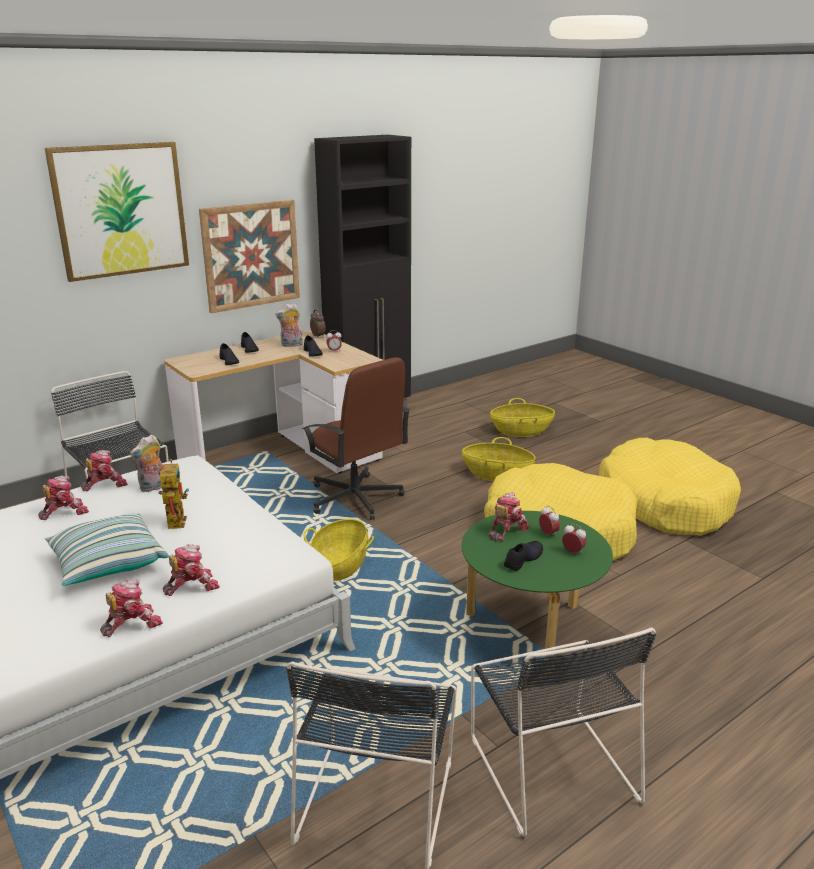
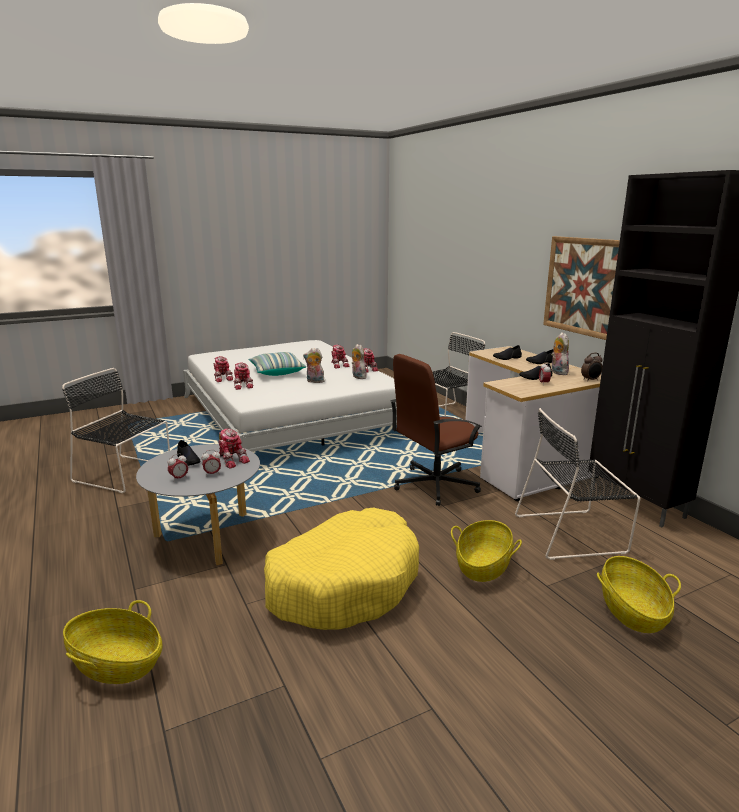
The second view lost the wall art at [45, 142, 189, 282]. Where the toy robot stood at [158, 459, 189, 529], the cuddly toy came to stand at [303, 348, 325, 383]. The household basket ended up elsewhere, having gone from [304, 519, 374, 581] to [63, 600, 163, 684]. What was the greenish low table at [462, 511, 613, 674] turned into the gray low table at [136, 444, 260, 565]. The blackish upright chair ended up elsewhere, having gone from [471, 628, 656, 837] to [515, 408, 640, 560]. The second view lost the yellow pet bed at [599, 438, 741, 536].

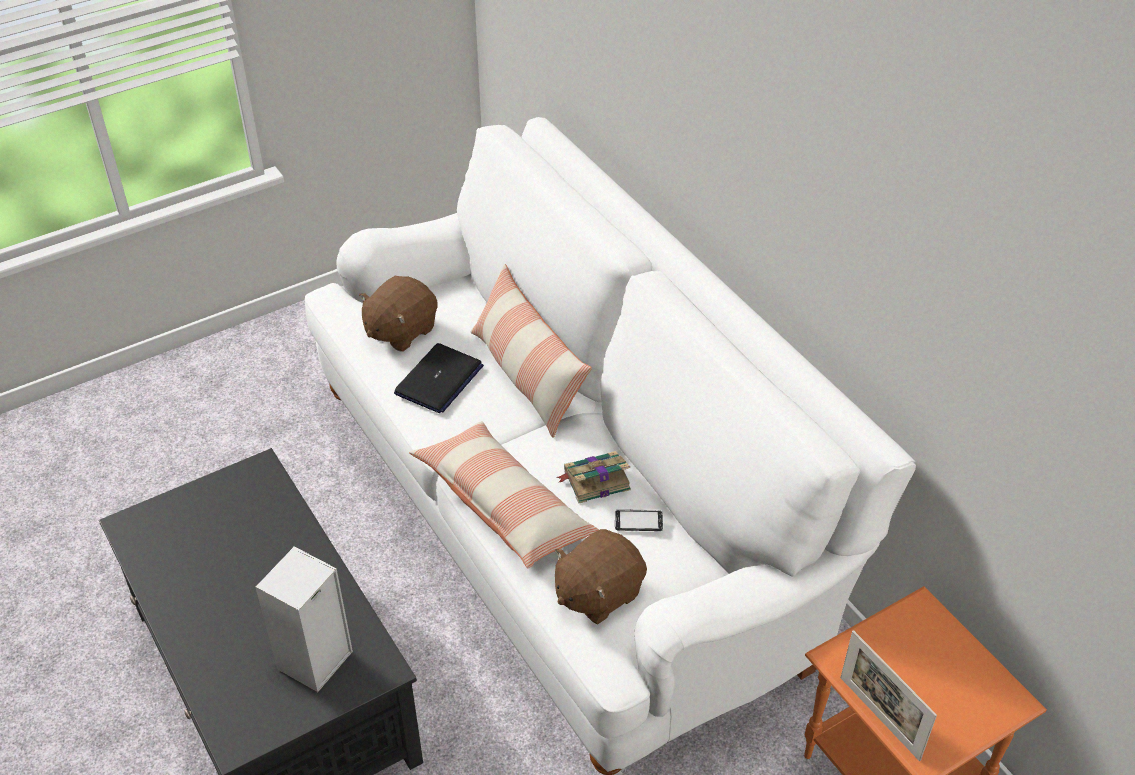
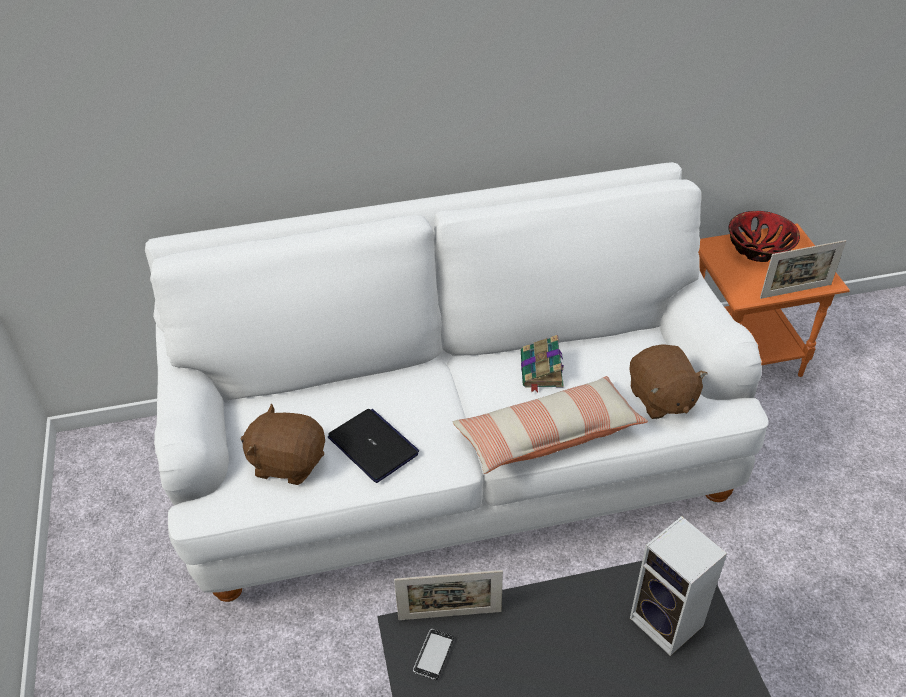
The brown cuddly toy at [359, 276, 438, 352] ended up facing another way, 135 degrees clockwise from before. The second view lost the pillow at [470, 264, 592, 438]. The telephone ended up elsewhere, having gone from [615, 509, 663, 531] to [413, 629, 454, 680]. The second view gained the photo frame at [394, 570, 503, 620]. The second view gained the serving bowl at [728, 211, 800, 262].

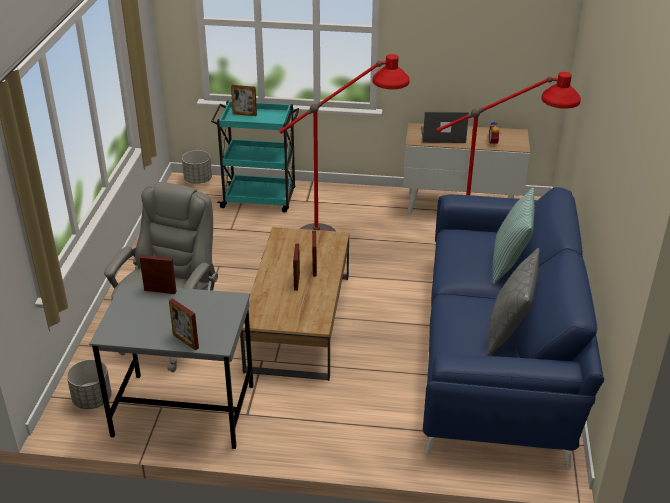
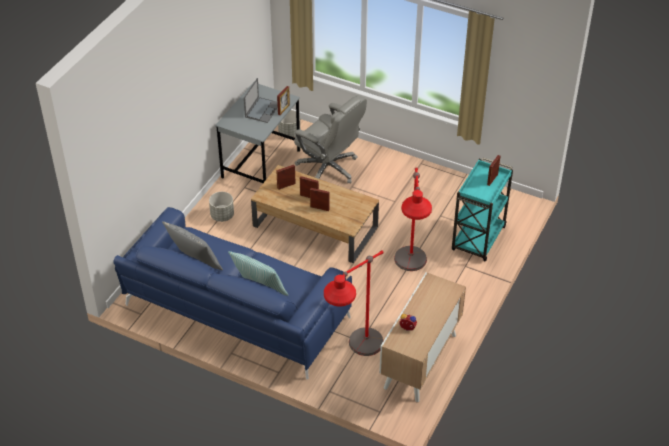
The photo frame ended up elsewhere, having gone from [169, 298, 199, 350] to [276, 165, 296, 190]. The gray plant pot ended up elsewhere, having gone from [182, 150, 212, 184] to [209, 192, 234, 222]. The portable computer ended up elsewhere, having gone from [421, 112, 469, 143] to [244, 78, 278, 123].

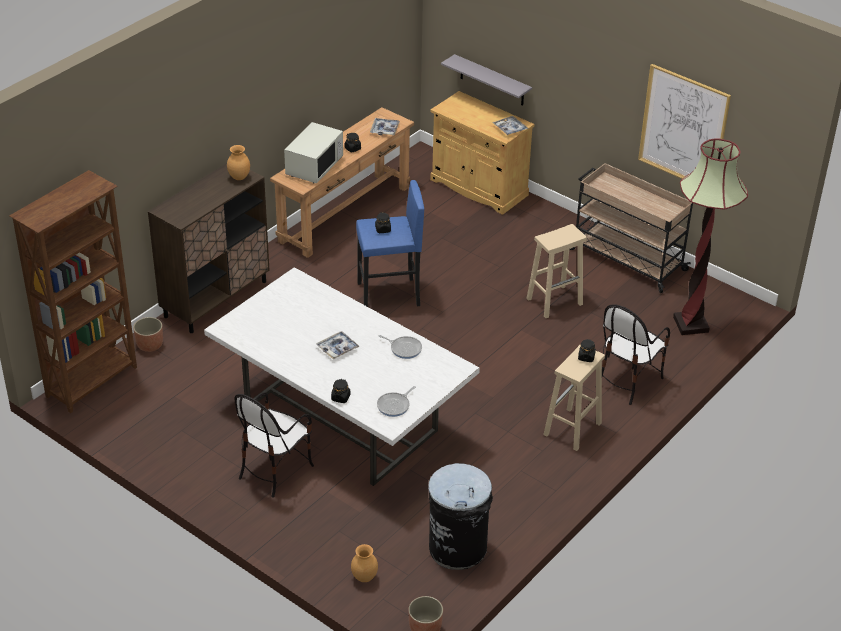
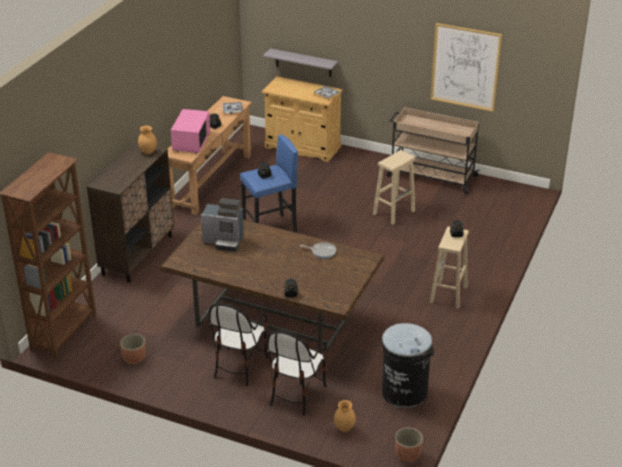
The plant pot ended up elsewhere, having gone from [133, 317, 163, 352] to [120, 334, 146, 364]. What was the whitish kitchen table at [204, 267, 480, 486] turned into the brown kitchen table at [161, 220, 384, 354]. What was the whitish kitchen microwave at [284, 122, 343, 184] turned into the pink-coloured kitchen microwave at [171, 109, 210, 154]. The second view lost the carrying tray at [316, 331, 360, 359]. The second view lost the frying pan at [377, 386, 416, 417]. The upright chair ended up elsewhere, having gone from [602, 304, 670, 405] to [267, 330, 327, 416]. The second view lost the floor lamp at [673, 138, 748, 335]. The second view gained the coffee machine at [201, 198, 244, 252].

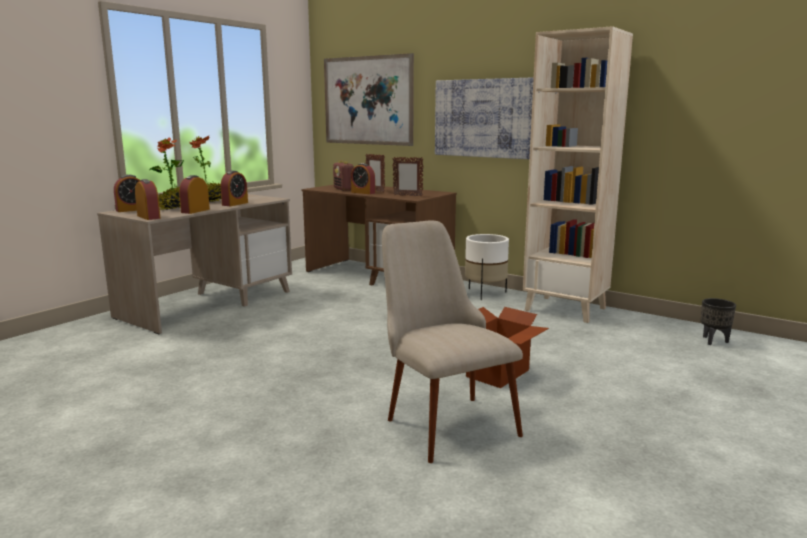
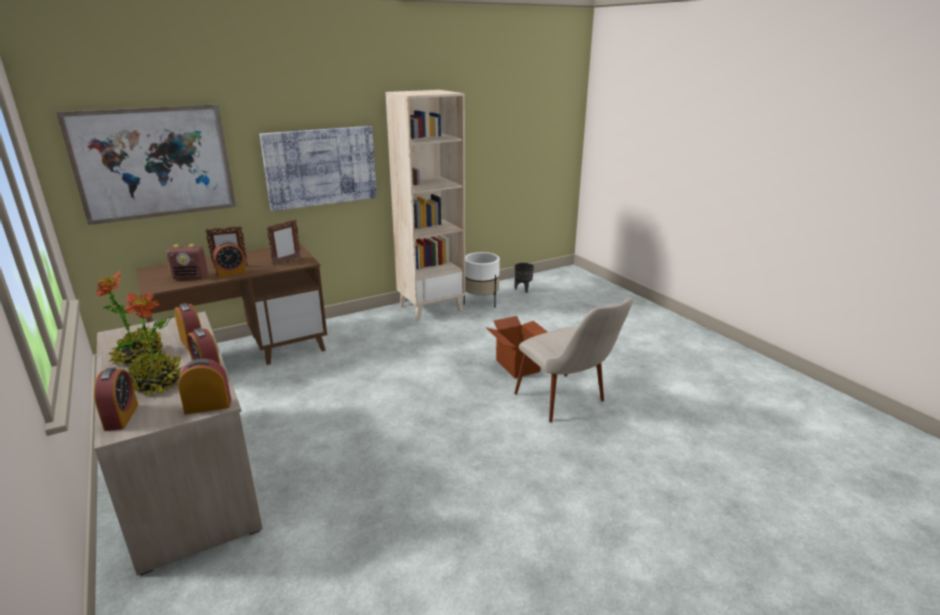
The beige-coloured upright chair at [382, 221, 523, 463] ended up facing another way, 120 degrees counterclockwise from before. The whitish plant pot ended up elsewhere, having gone from [465, 234, 509, 300] to [464, 252, 500, 307].

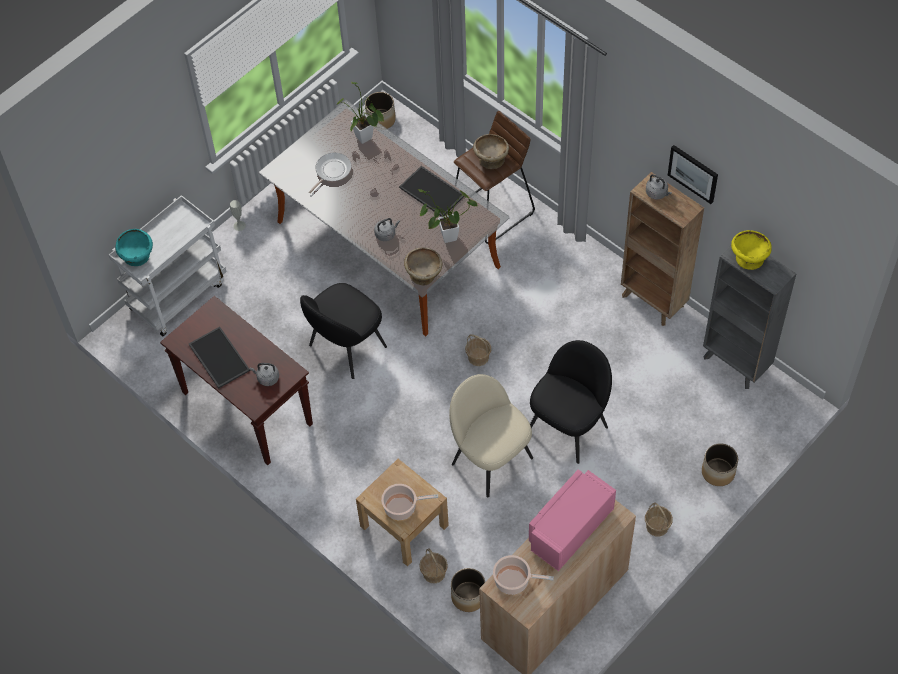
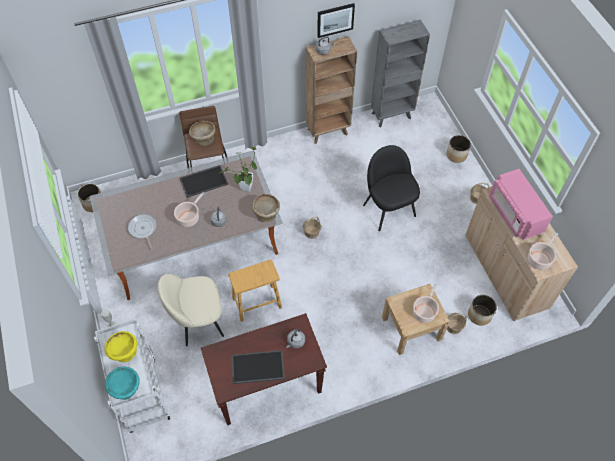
Where the blackish upright chair stood at [300, 283, 387, 379], the brown stool came to stand at [228, 260, 282, 322]. The second view lost the plant in a pot at [337, 82, 384, 144]. The beige-coloured upright chair ended up elsewhere, having gone from [449, 374, 533, 498] to [158, 274, 224, 346]. The yellow serving bowl ended up elsewhere, having gone from [731, 230, 772, 270] to [105, 331, 137, 363]. The second view gained the stockpot at [174, 192, 205, 227].

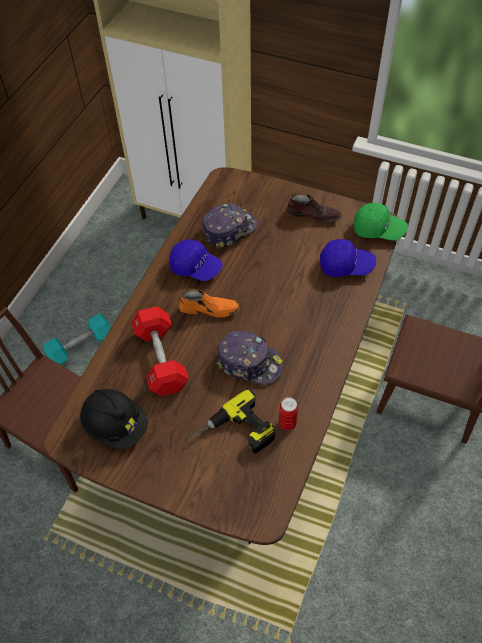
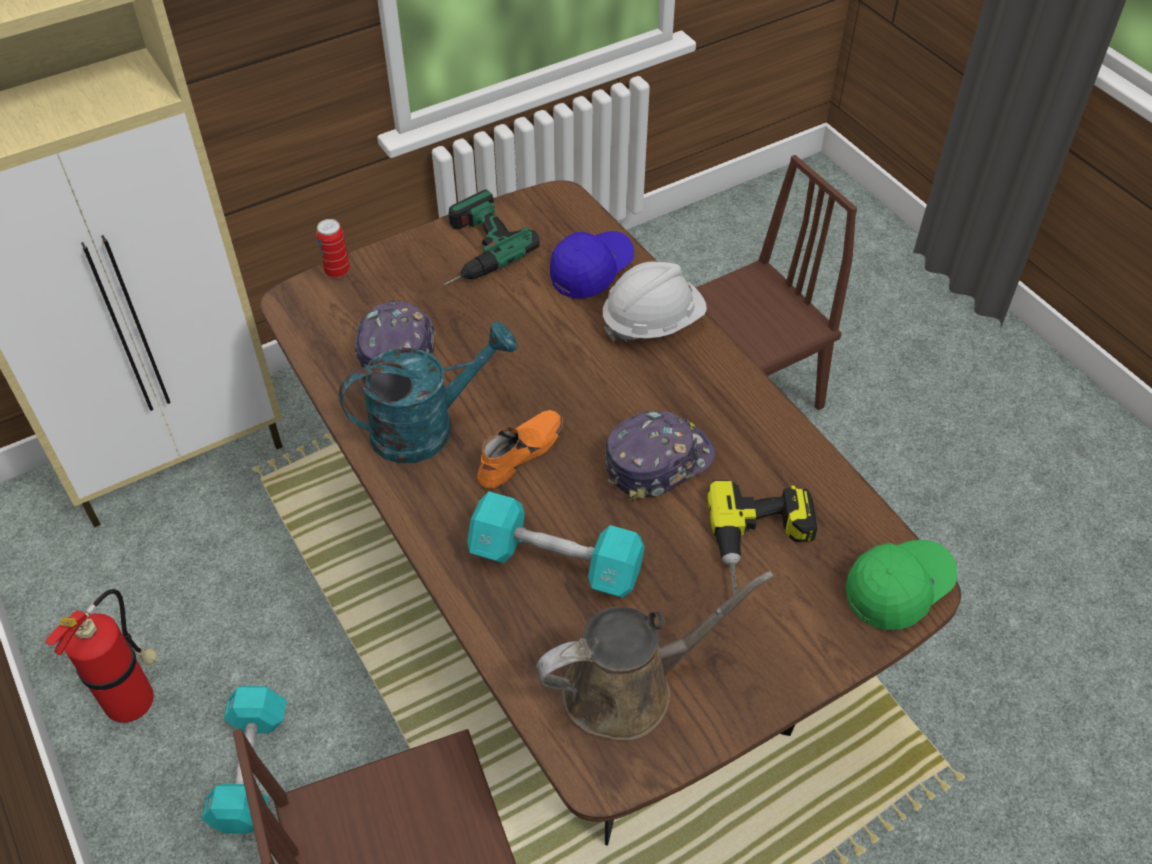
Where the blackish safety helmet stood at [80, 389, 148, 449], the brown watering pot came to stand at [536, 571, 774, 741]. What was the red free weight at [131, 306, 189, 396] turned into the turquoise-coloured free weight at [467, 491, 645, 598]. Where the blue-coloured baseball cap stood at [169, 239, 223, 281], the turquoise-coloured watering pot came to stand at [339, 321, 517, 463]. The sealed can ended up elsewhere, having gone from [279, 397, 298, 431] to [316, 219, 350, 278]. Where the brown low shoe stood at [287, 192, 342, 223], the drill came to stand at [443, 189, 540, 285]. The greenish baseball cap ended up elsewhere, having gone from [353, 203, 408, 241] to [846, 540, 957, 630]. The second view gained the extinguisher at [45, 589, 158, 723]. The second view gained the whitish safety helmet at [603, 261, 707, 342].

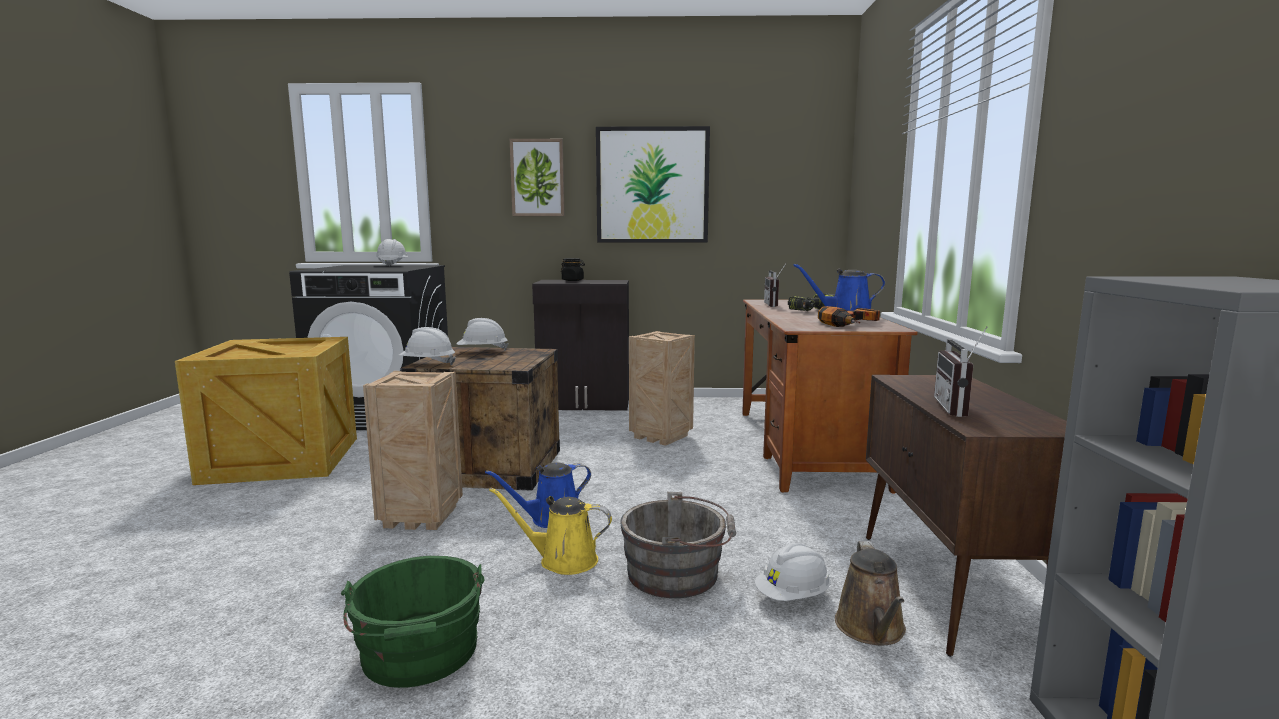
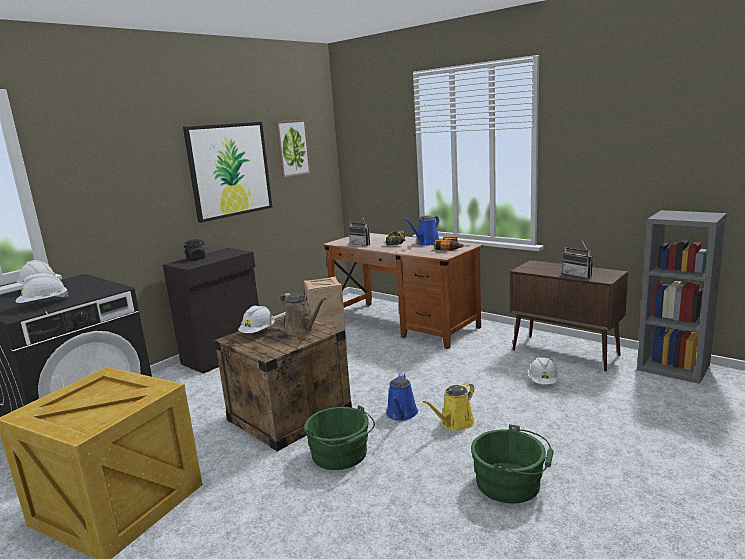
Where the shipping crate stood at [363, 371, 463, 530], the greenish pail came to stand at [304, 405, 375, 470]. The whitish safety helmet ended up elsewhere, having gone from [398, 327, 456, 365] to [16, 273, 69, 303]. The wall art ended up elsewhere, having gone from [510, 139, 565, 216] to [275, 119, 311, 178]. The second view lost the gray pail at [620, 492, 736, 598]. The brown watering pot ended up elsewhere, having gone from [835, 541, 906, 645] to [281, 293, 326, 335].

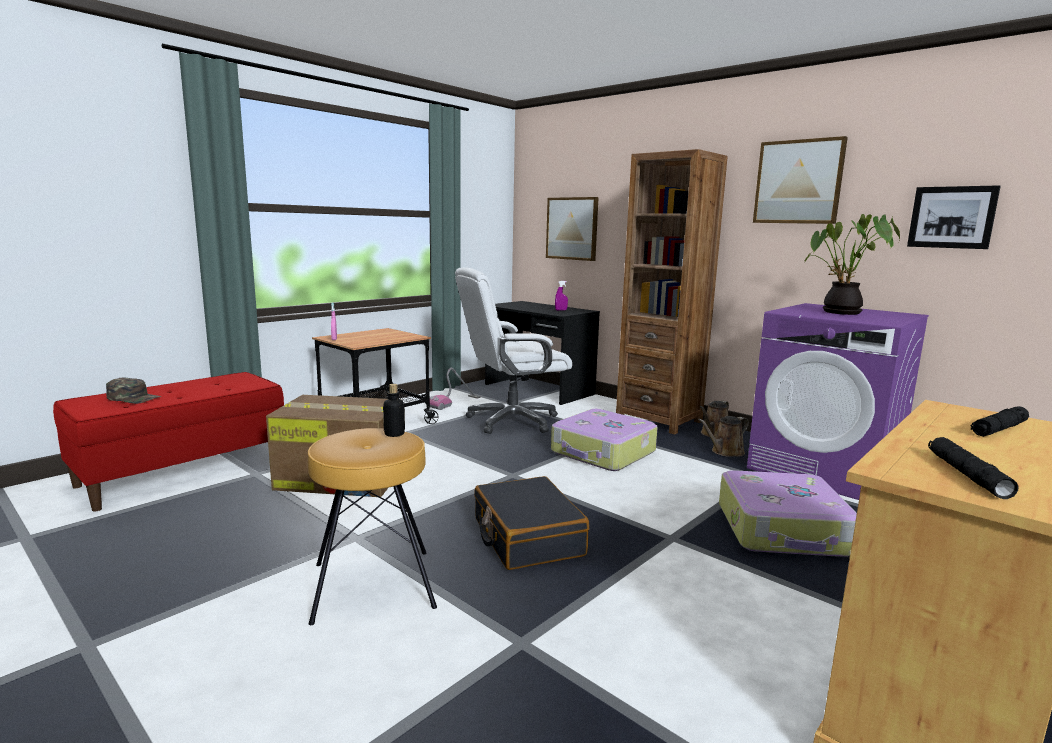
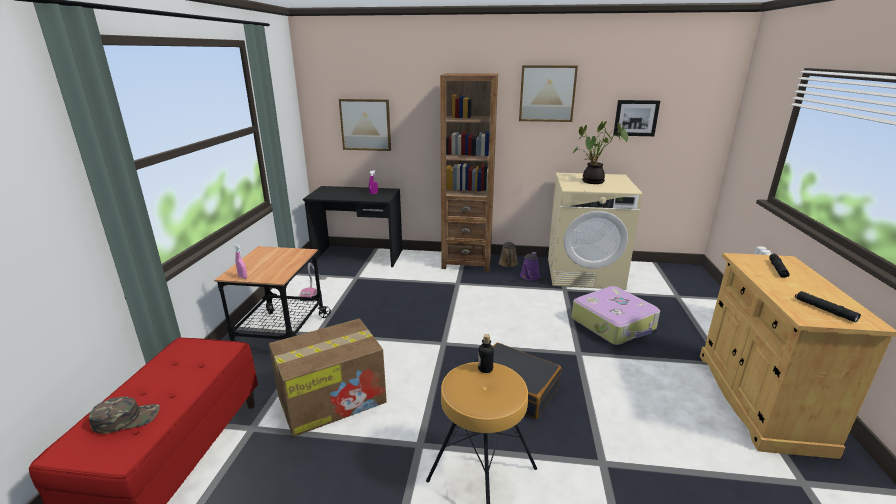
The second view lost the whitish office chair at [455, 268, 572, 434]. The second view lost the suitcase at [551, 409, 658, 471]. What was the brown watering pot at [698, 416, 749, 457] turned into the purple watering pot at [520, 252, 541, 280]. What was the purple washing machine at [747, 303, 929, 500] turned into the beige-coloured washing machine at [548, 173, 643, 290].

